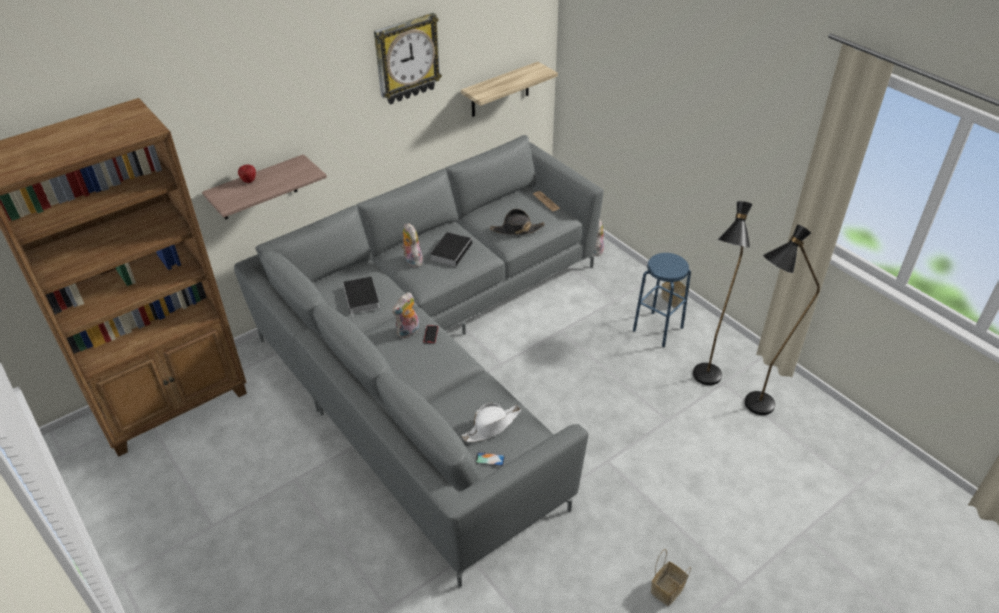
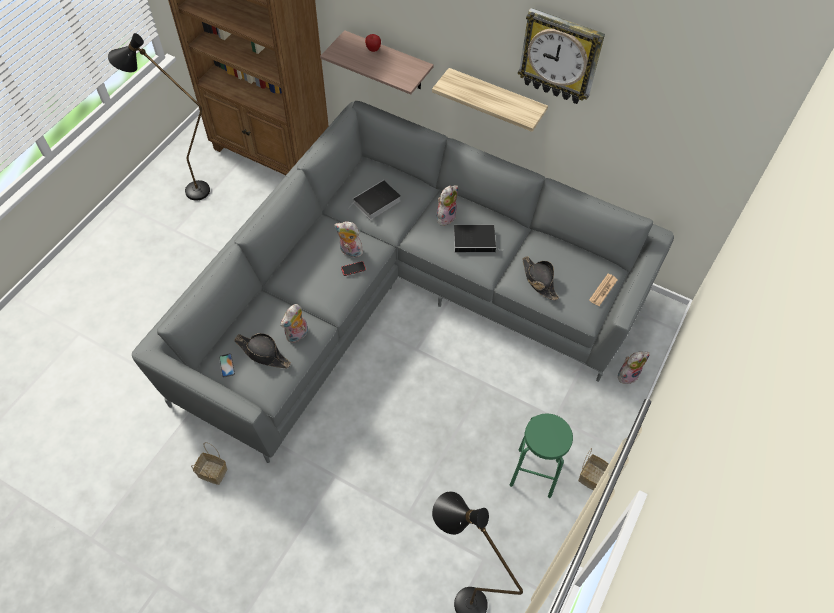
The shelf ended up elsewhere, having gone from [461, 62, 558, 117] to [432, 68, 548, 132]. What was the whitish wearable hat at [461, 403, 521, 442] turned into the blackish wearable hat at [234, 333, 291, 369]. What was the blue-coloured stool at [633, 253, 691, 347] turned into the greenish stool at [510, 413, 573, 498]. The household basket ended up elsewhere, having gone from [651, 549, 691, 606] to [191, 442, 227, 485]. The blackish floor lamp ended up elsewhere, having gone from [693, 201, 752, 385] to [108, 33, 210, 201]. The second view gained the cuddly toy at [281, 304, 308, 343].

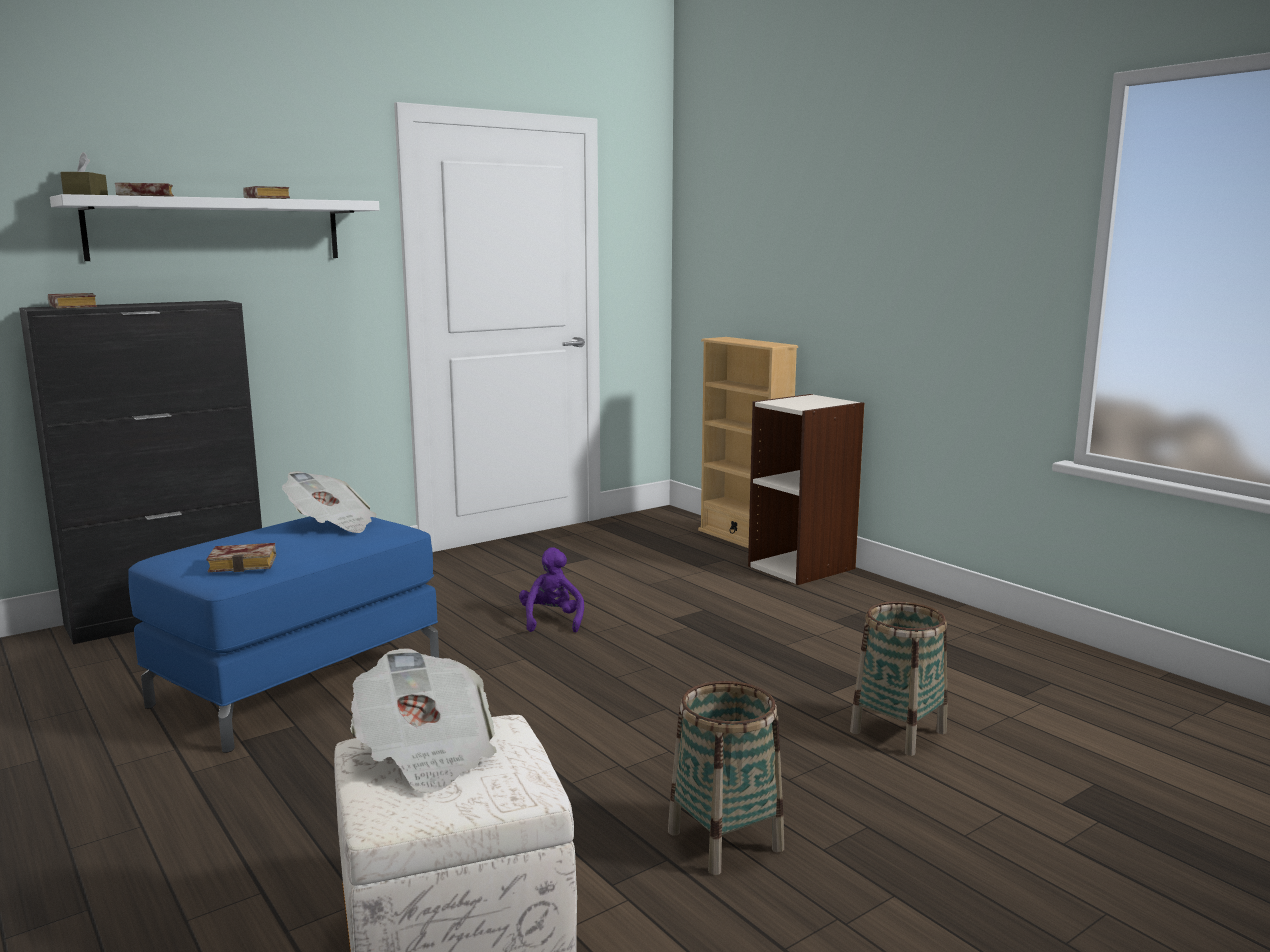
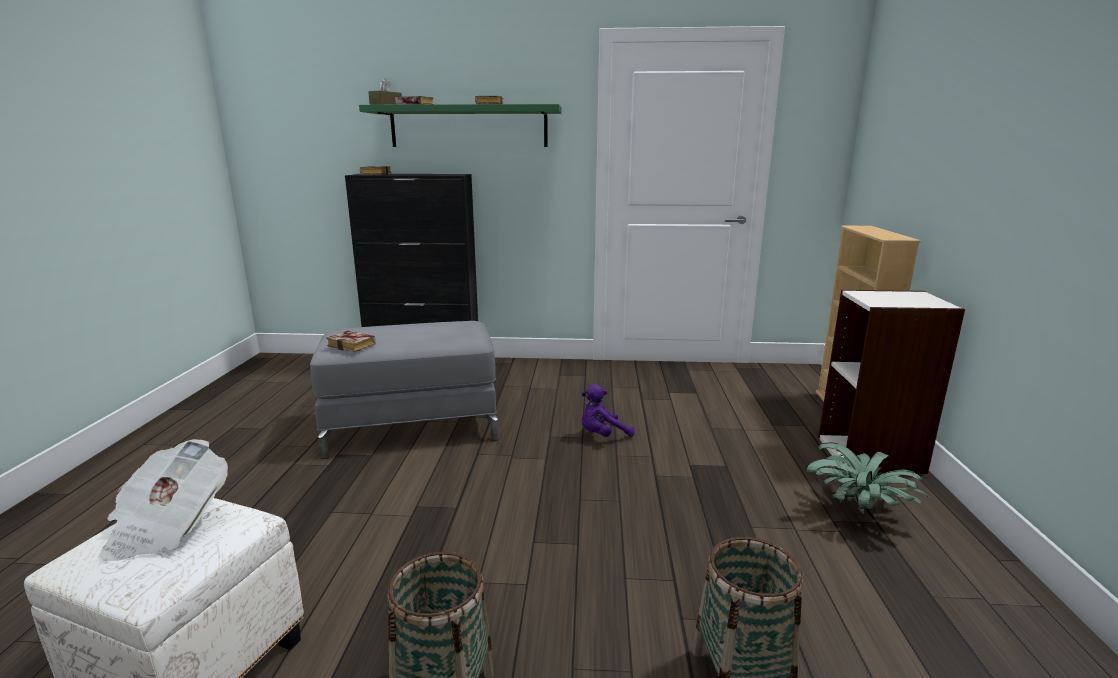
What was the whitish shelf at [50, 194, 379, 261] turned into the greenish shelf at [359, 104, 562, 147]. What was the blue-coloured pouffe at [128, 516, 439, 753] turned into the gray pouffe at [310, 321, 498, 459]. The second view lost the printed paper at [282, 471, 377, 533]. The purple cuddly toy at [519, 547, 584, 632] ended up facing another way, 150 degrees counterclockwise from before. The second view gained the plant in a pot at [806, 443, 933, 516].

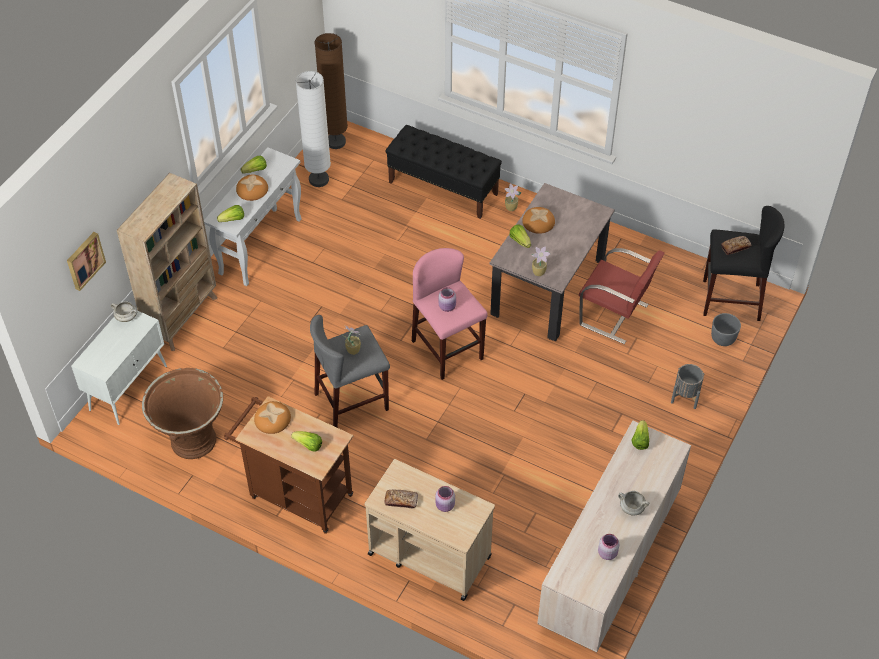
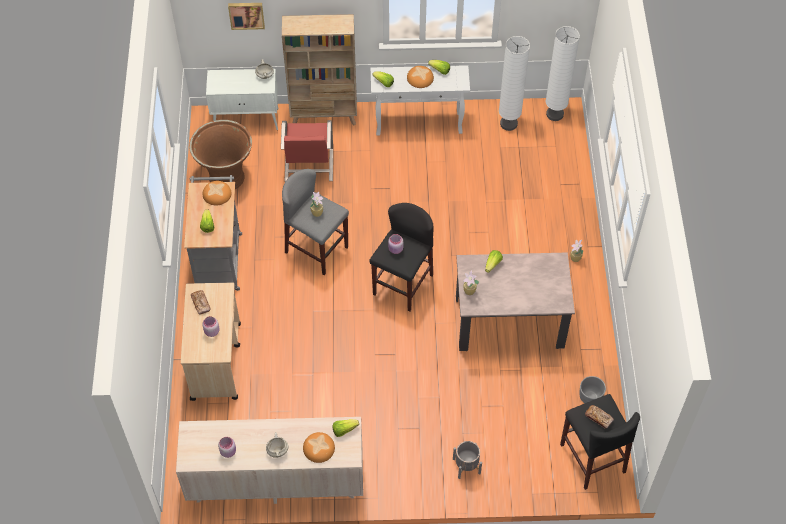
What was the brown cart at [224, 396, 353, 534] turned into the gray cart at [184, 175, 242, 291]. What was the brown floor lamp at [315, 33, 348, 149] turned into the whitish floor lamp at [546, 26, 580, 121]. The second view lost the blackish bench at [385, 125, 502, 219]. What was the pink-coloured stool at [412, 248, 488, 380] turned into the blackish stool at [370, 203, 433, 312]. The bread ended up elsewhere, having gone from [522, 207, 555, 234] to [303, 432, 335, 463]. The red upright chair ended up elsewhere, having gone from [579, 248, 665, 344] to [281, 120, 333, 182]. The gray plant pot ended up elsewhere, having gone from [711, 313, 741, 346] to [579, 376, 606, 404].

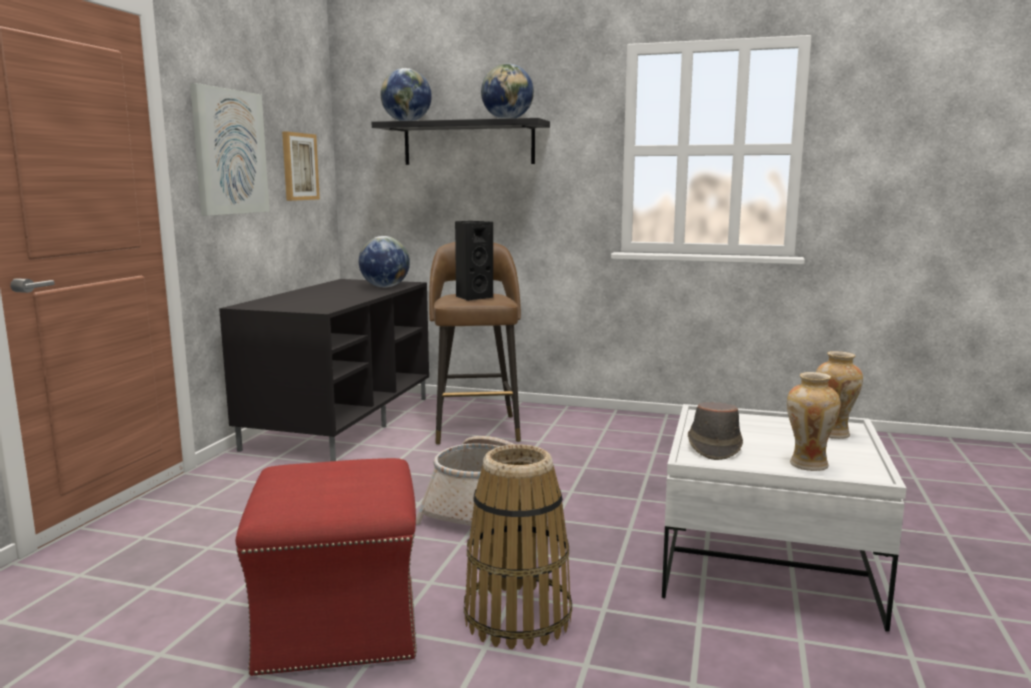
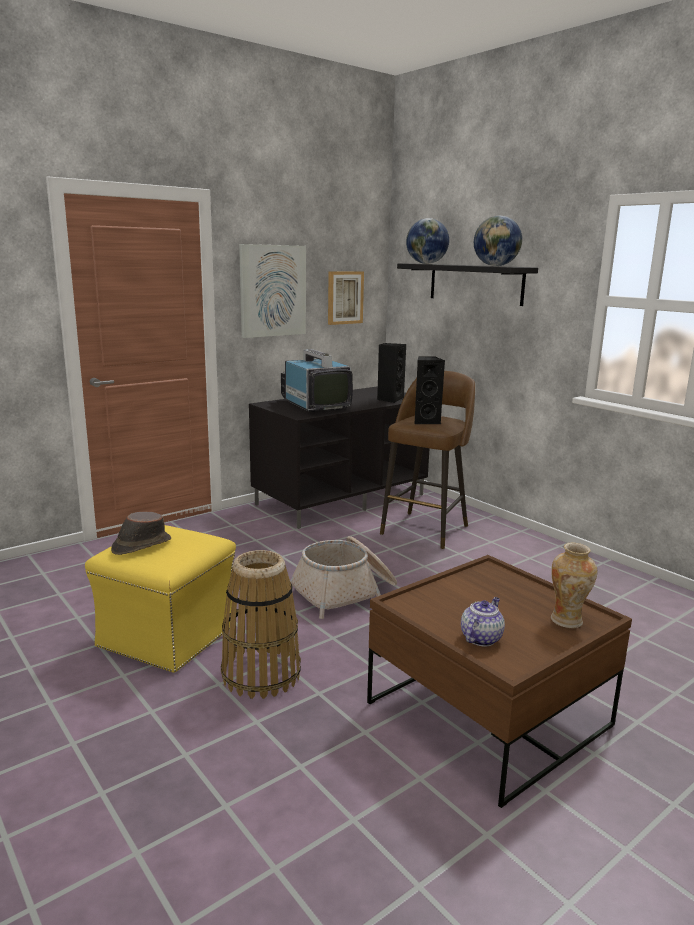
What was the red pouffe at [235, 458, 417, 676] turned into the yellow pouffe at [85, 525, 236, 673]. Where the globe stood at [359, 236, 410, 288], the blackish loudspeaker came to stand at [377, 343, 406, 403]. What was the whitish low table at [662, 404, 906, 632] turned into the brown low table at [367, 555, 632, 808]. The brown wearable hat ended up elsewhere, having gone from [688, 402, 743, 460] to [111, 512, 171, 555]. Where the vase stood at [787, 372, 840, 471], the tea pot came to stand at [461, 597, 505, 647]. The second view gained the television at [281, 349, 353, 412].

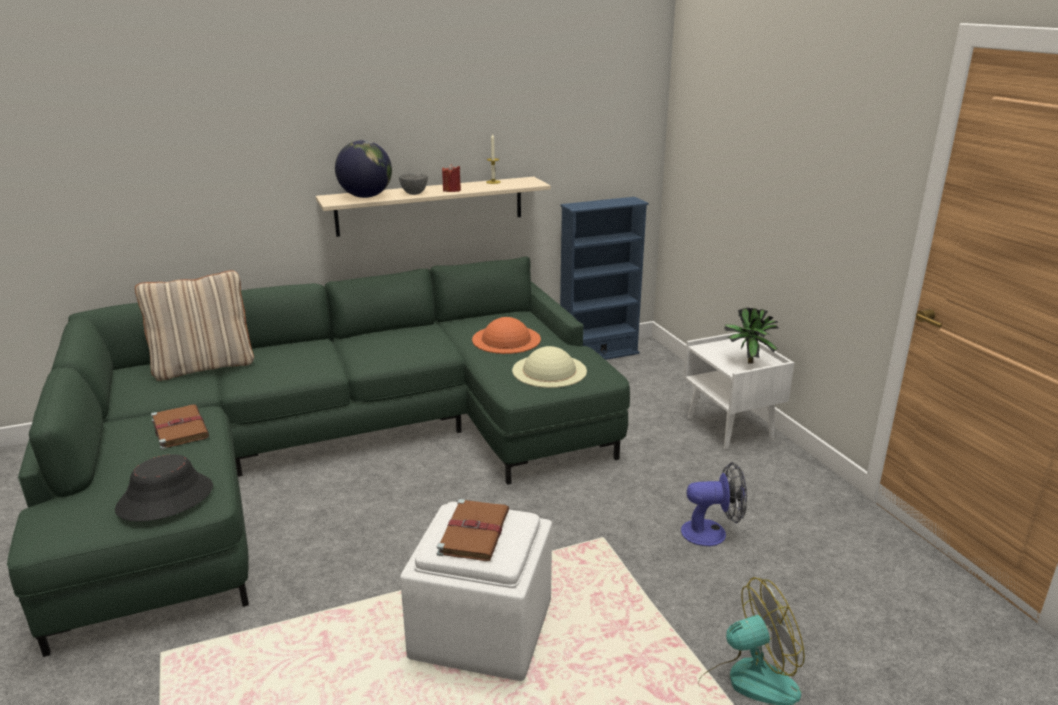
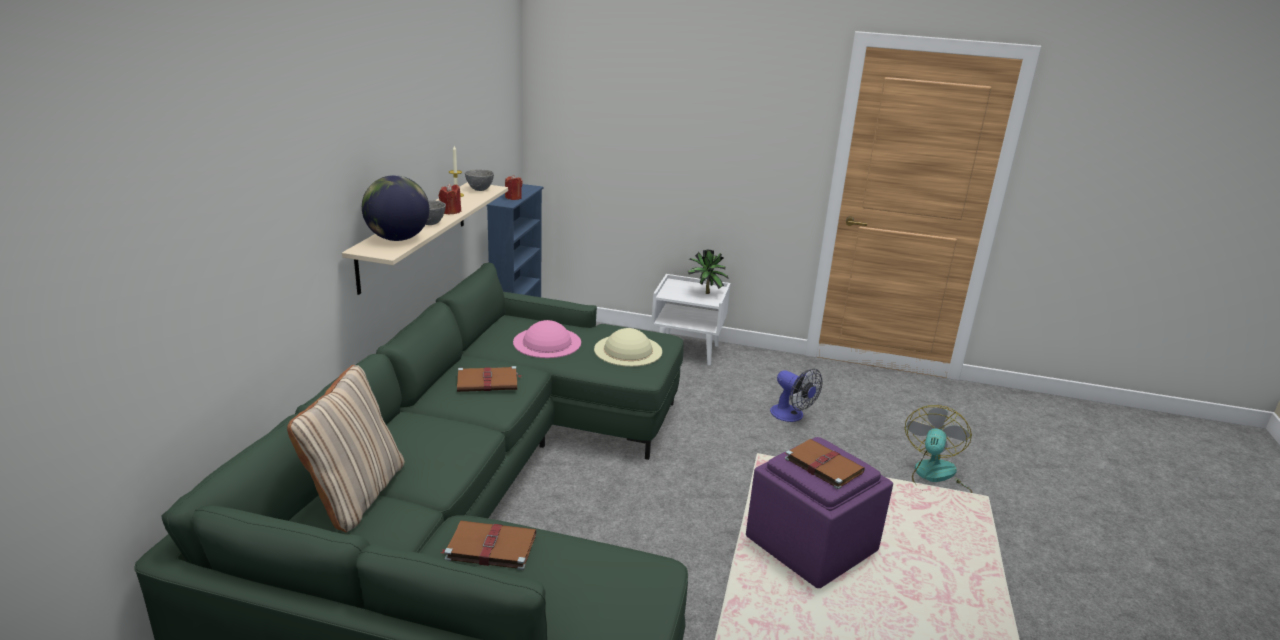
The second view lost the blackish wearable hat at [115, 454, 213, 521]. What was the whitish pouffe at [400, 502, 552, 681] turned into the purple pouffe at [746, 437, 893, 588]. What was the orangey wearable hat at [472, 317, 541, 354] turned into the pink-coloured wearable hat at [513, 320, 581, 358]. The cooling fan at [681, 462, 747, 546] ended up facing another way, 105 degrees clockwise from before. The second view gained the brown bound book at [457, 366, 522, 392]. The second view gained the gray serving bowl at [465, 169, 494, 191]. The second view gained the red candle at [505, 175, 523, 200].

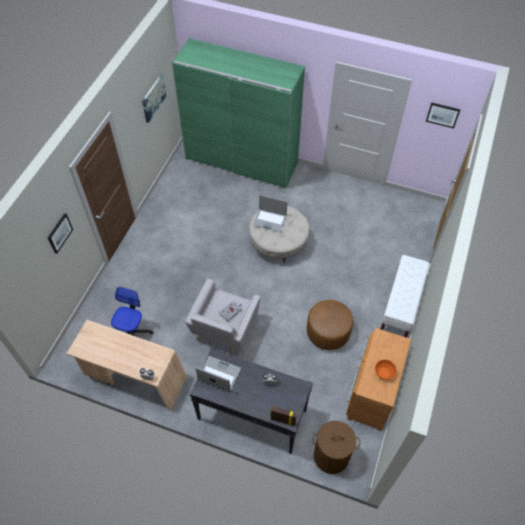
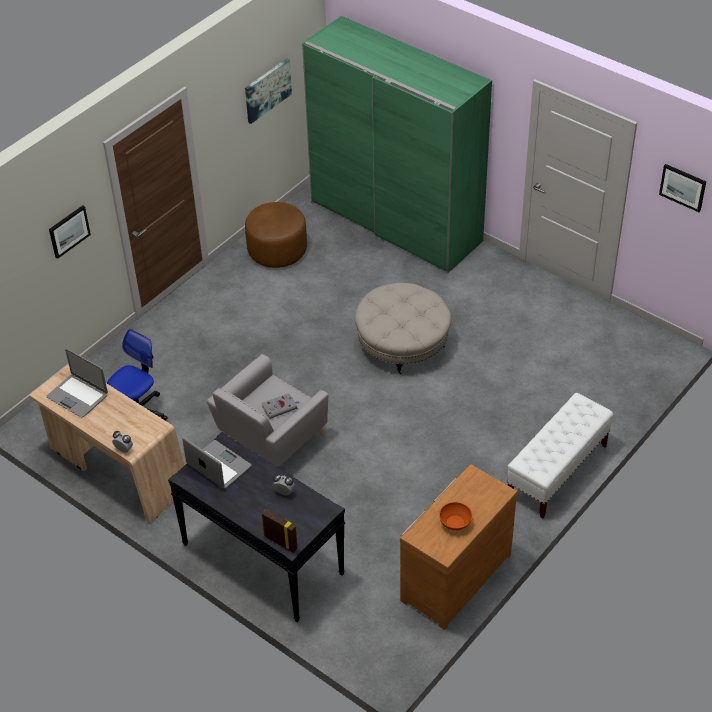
The portable computer ended up elsewhere, having gone from [253, 195, 287, 232] to [46, 348, 108, 418]. The brown pouffe ended up elsewhere, having gone from [307, 300, 353, 350] to [245, 202, 307, 268]. The second view lost the brown washing basket at [312, 421, 361, 474].

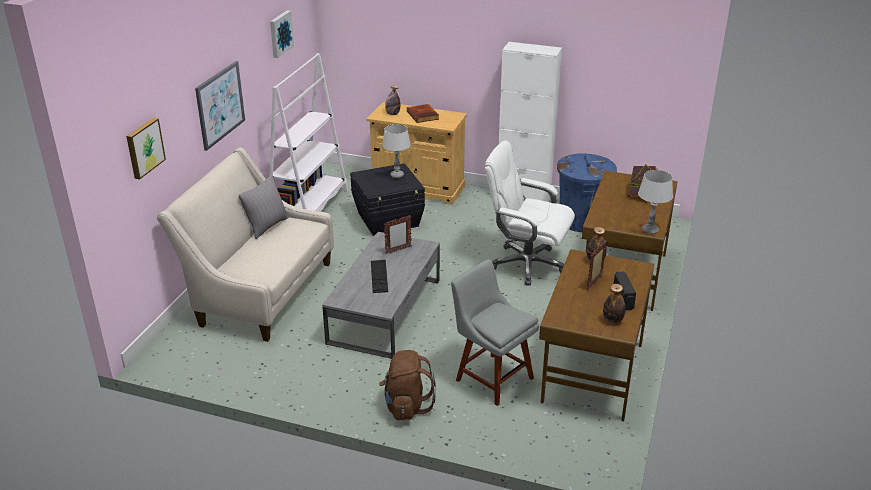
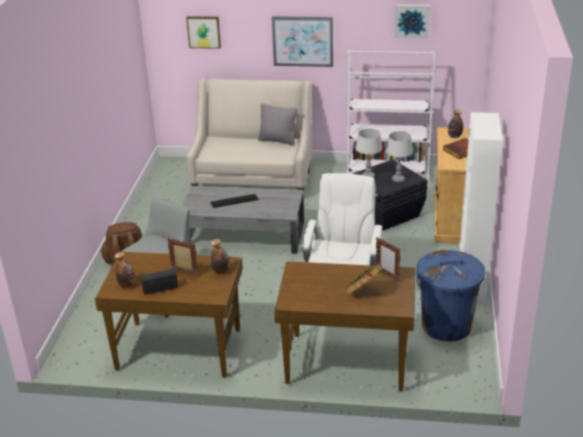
The photo frame ended up elsewhere, having gone from [384, 215, 412, 254] to [376, 237, 401, 282]. The gray lamp for a table ended up elsewhere, having gone from [638, 170, 673, 234] to [355, 129, 382, 178].

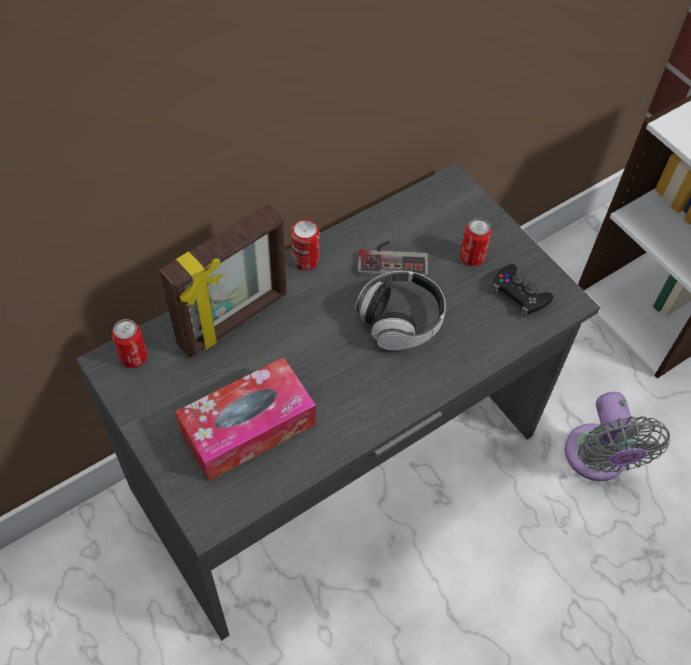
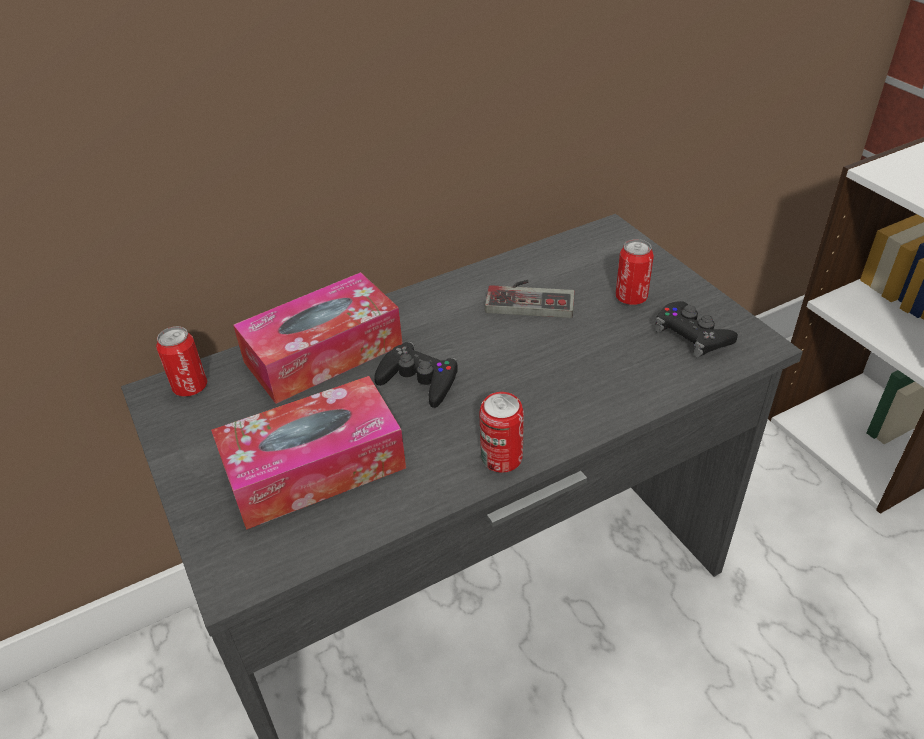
Where the photo frame stood at [159, 204, 287, 358], the box of tissues came to stand at [233, 272, 403, 404]. The sealed can ended up elsewhere, having gone from [291, 220, 319, 270] to [479, 392, 524, 473]. The second view lost the headphones at [355, 271, 446, 351]. The second view lost the gray cooling fan at [565, 392, 670, 481]. The second view gained the blackish joypad at [374, 341, 458, 408].

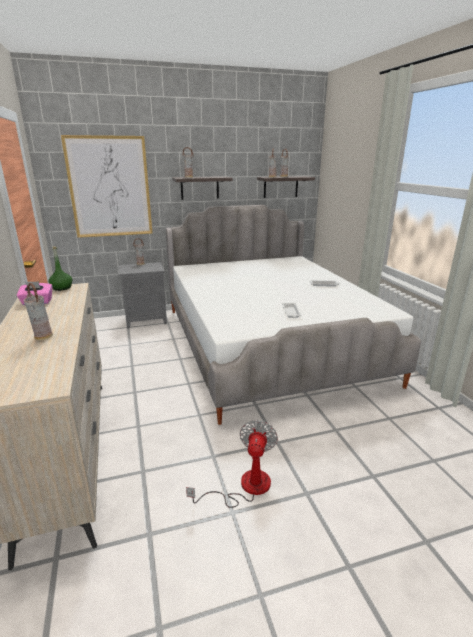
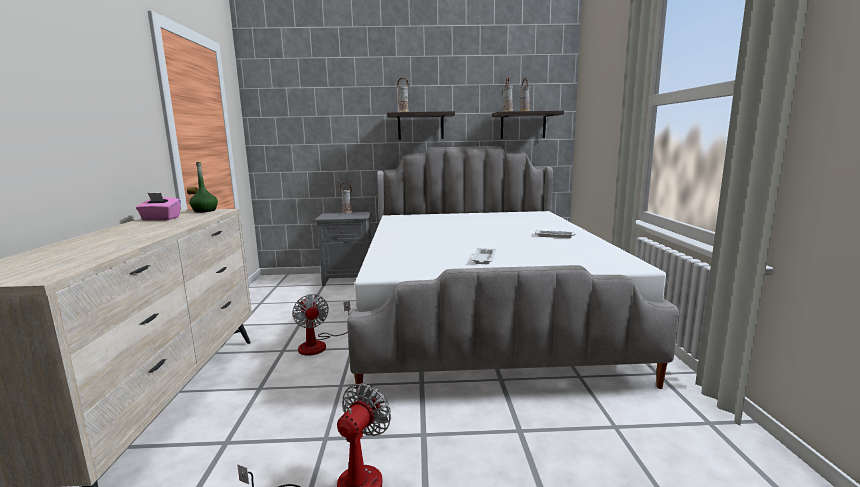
The second view lost the vase at [24, 283, 53, 341]. The second view lost the wall art at [61, 135, 153, 238]. The second view gained the cooling fan at [292, 294, 350, 356].

